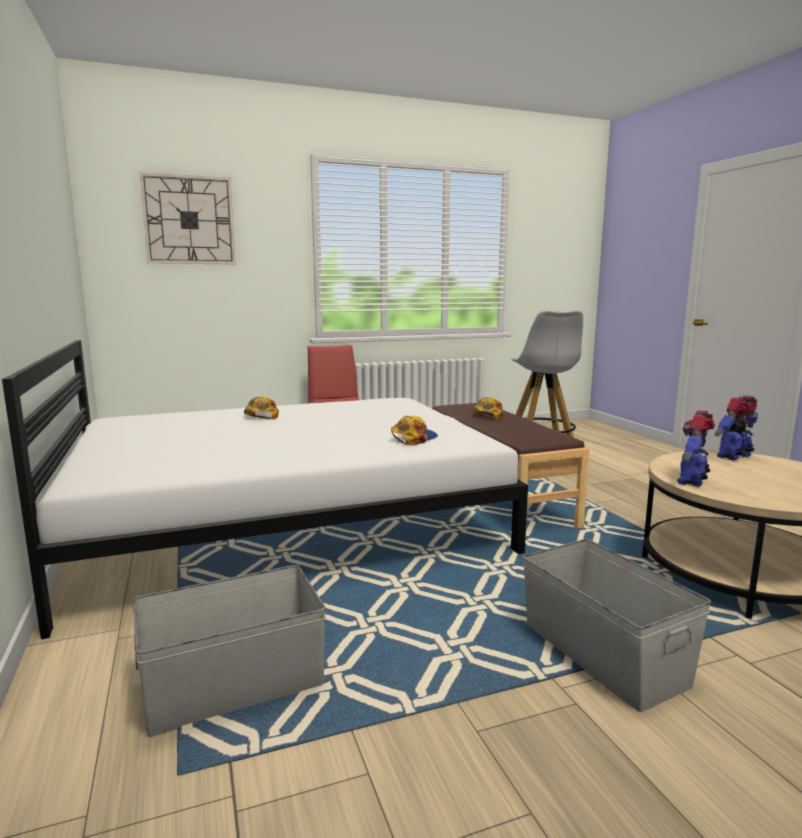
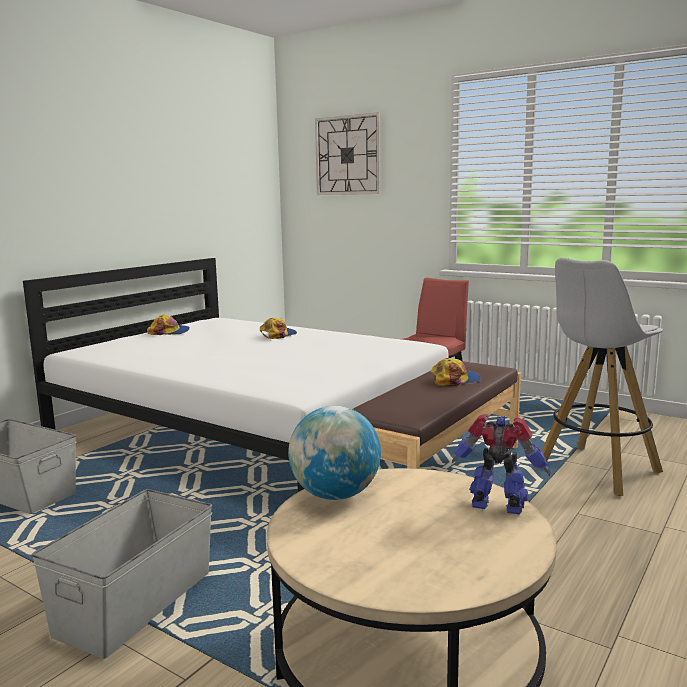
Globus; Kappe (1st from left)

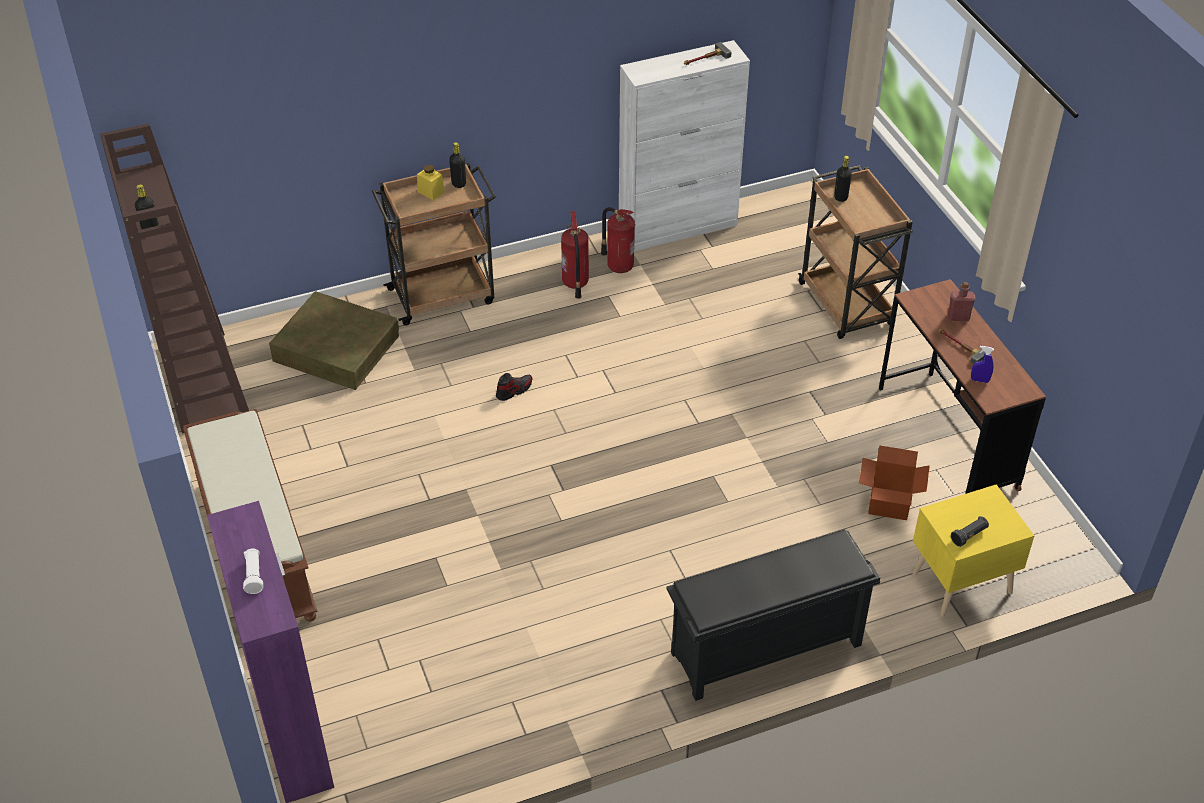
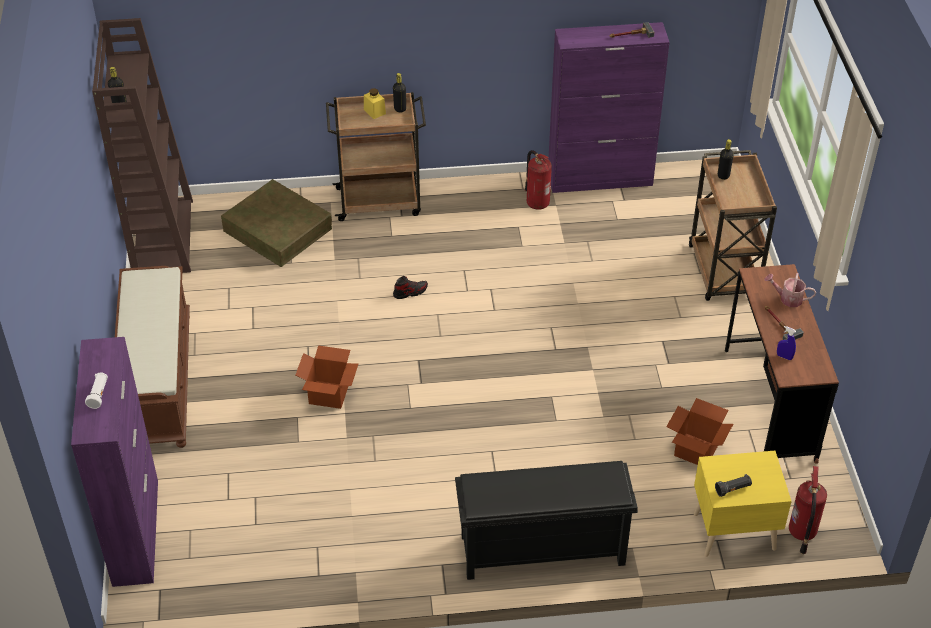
Schrank (lila) (2nd from left); Feuerlöscher (2nd from left); Gießkanne; Karton (1st from left)

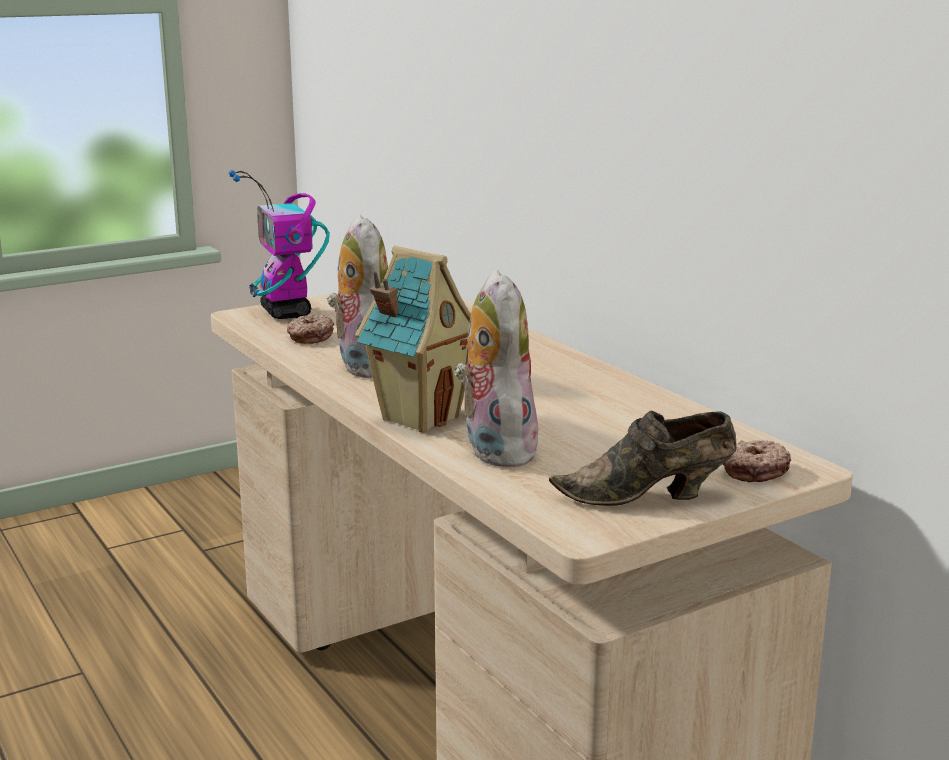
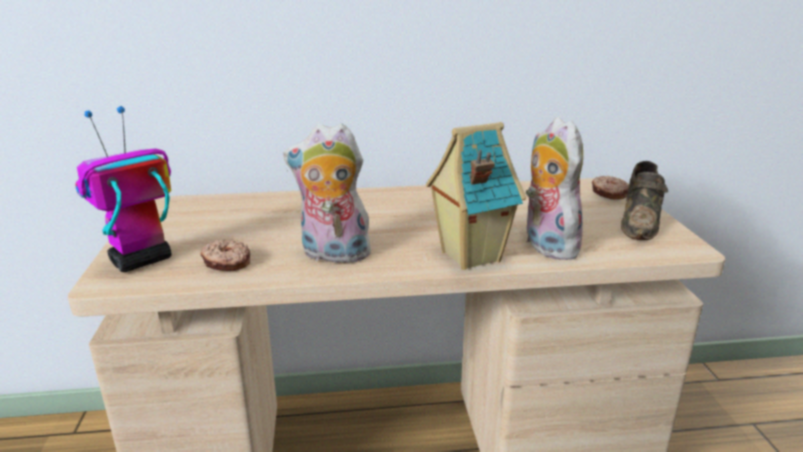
Spielzeugroboter; Plüschtier (2nd from left)

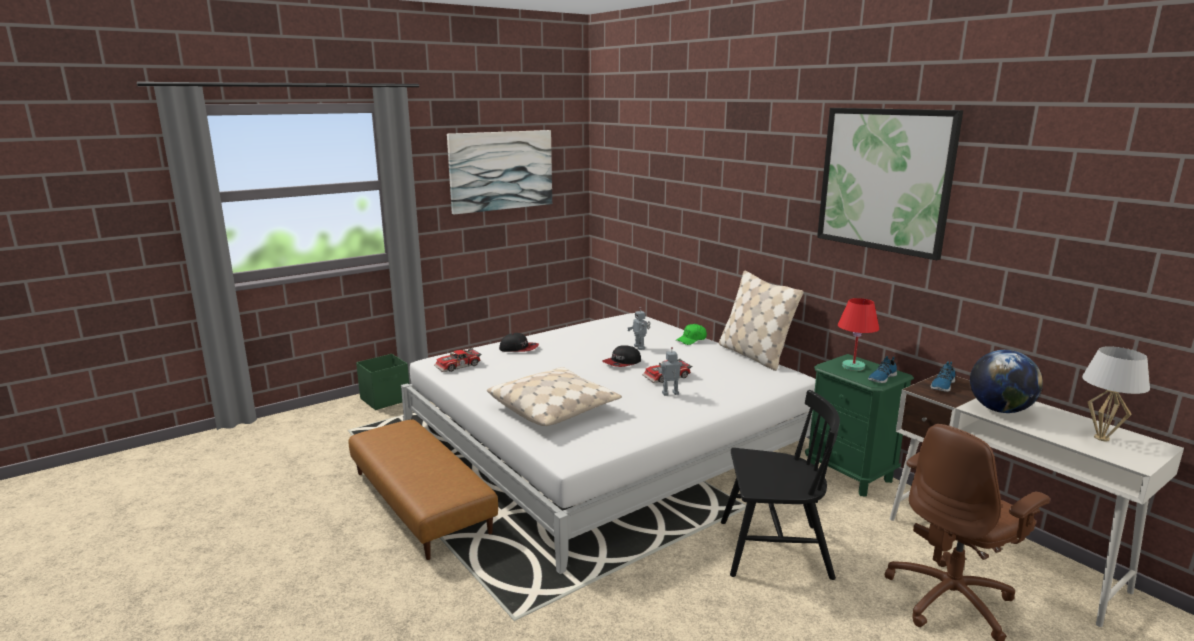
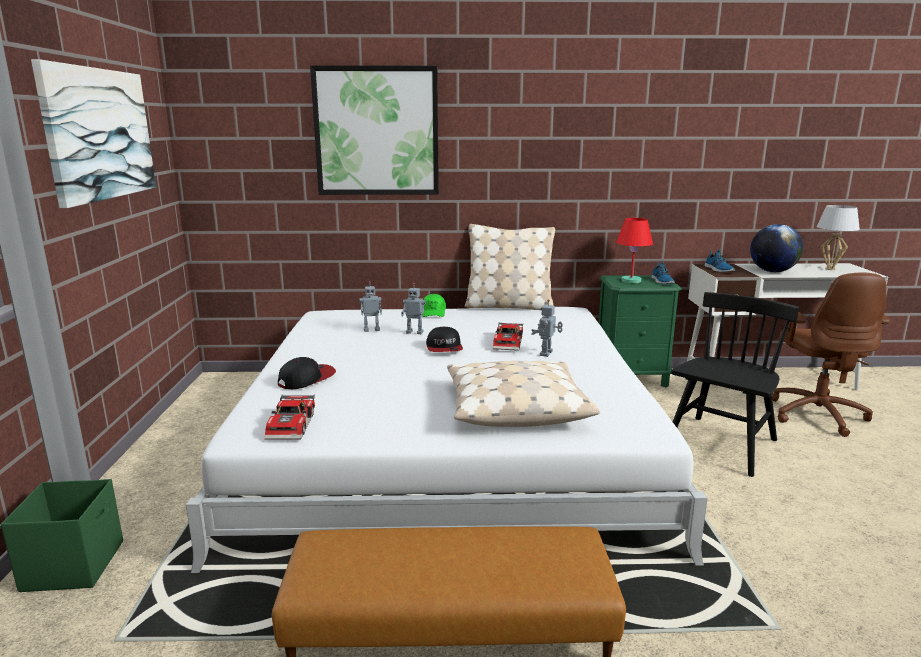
Bild (2nd from left); Spielzeugroboter (1st from left)

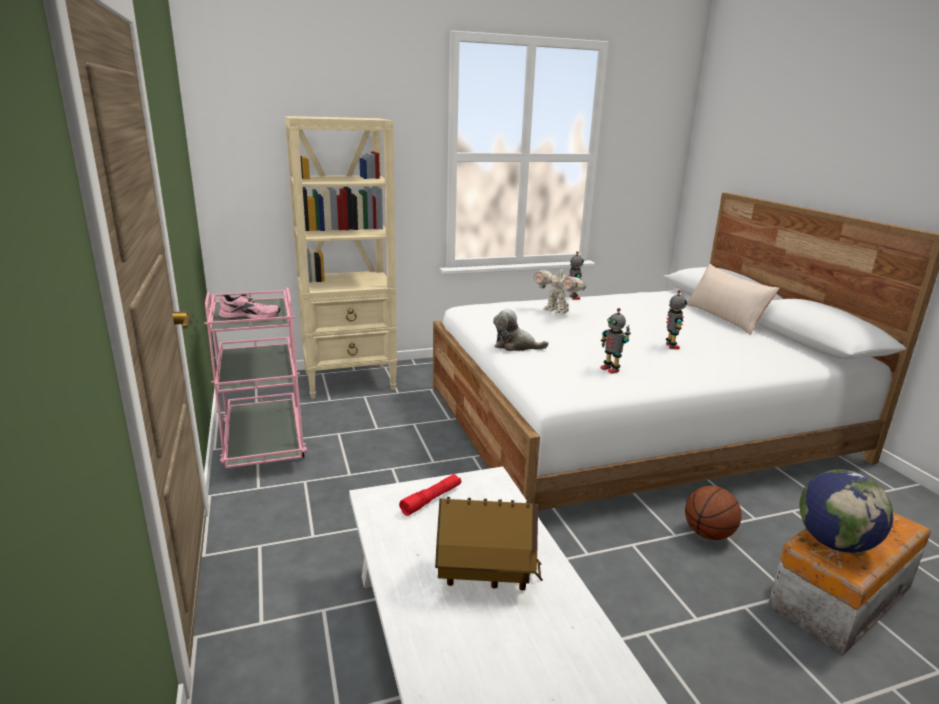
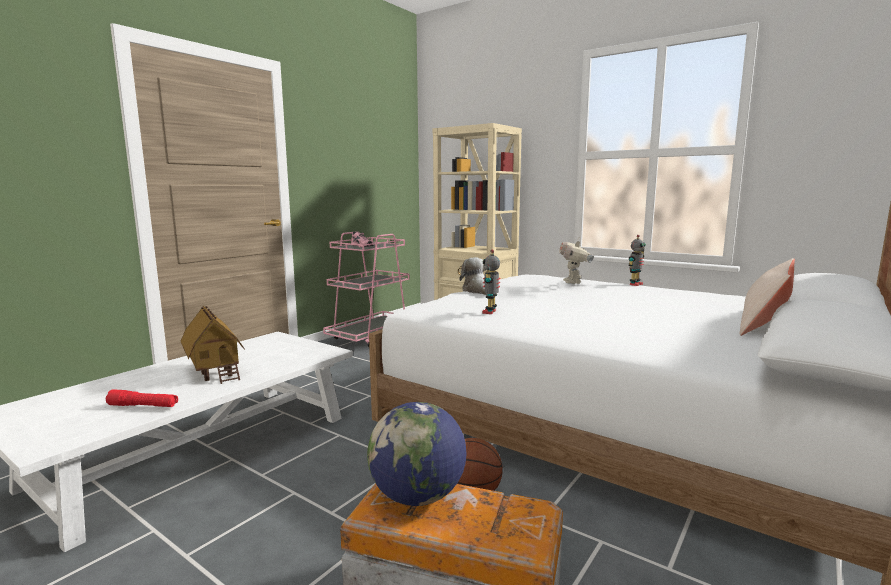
Spielzeugroboter (4th from left in the first image); Taschenlampe (rot)

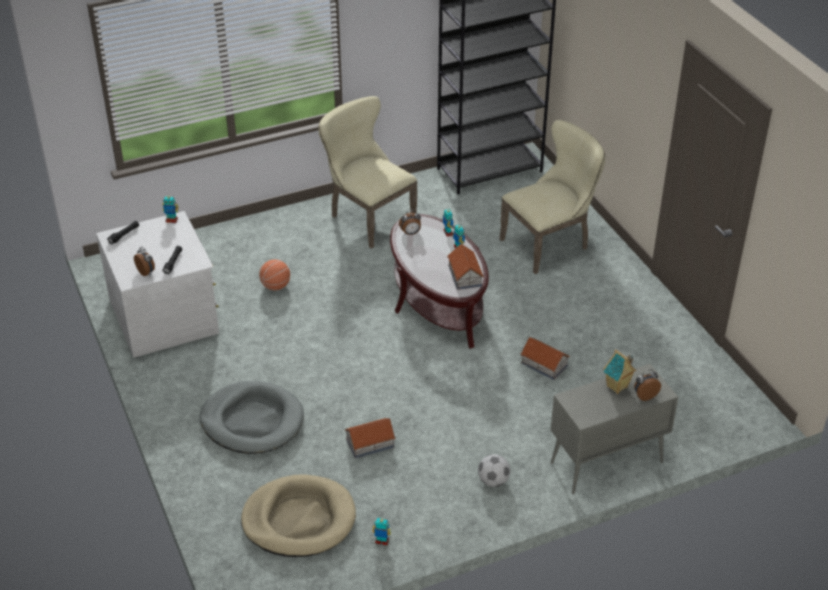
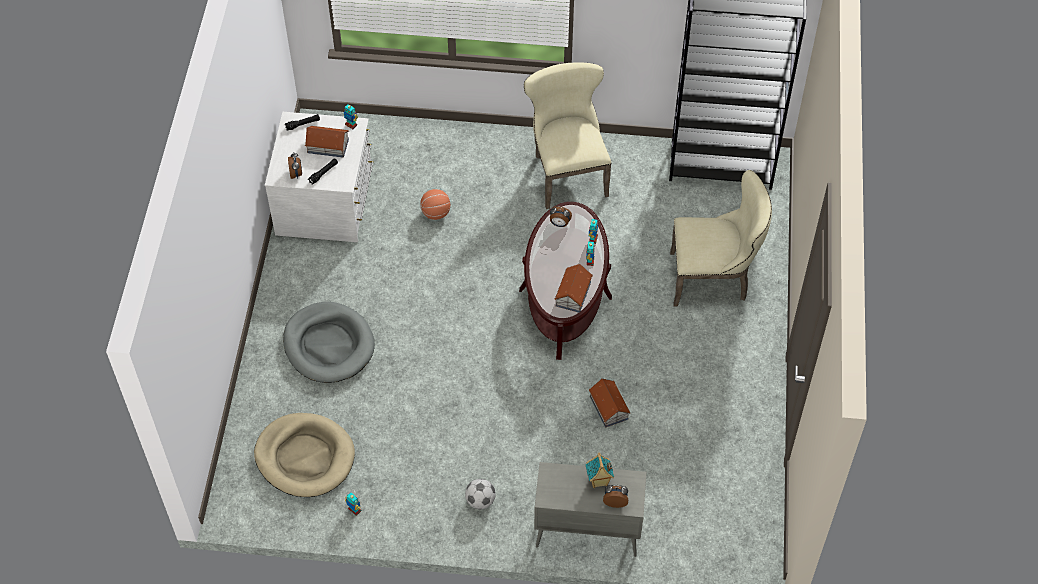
Spielzeughaus (1st from left)

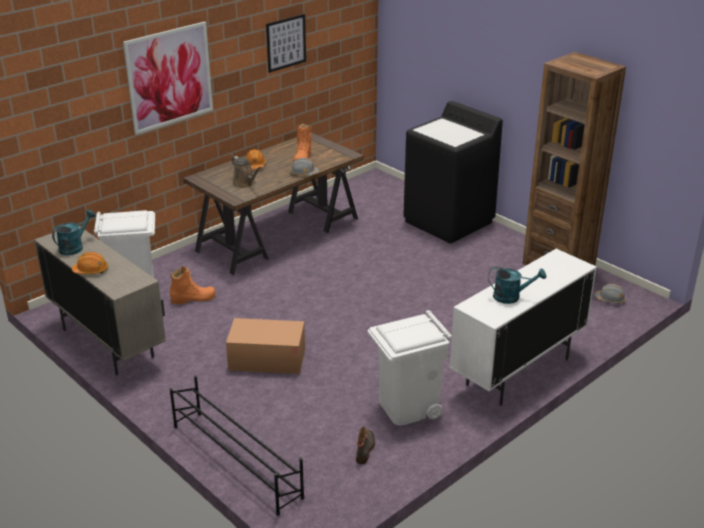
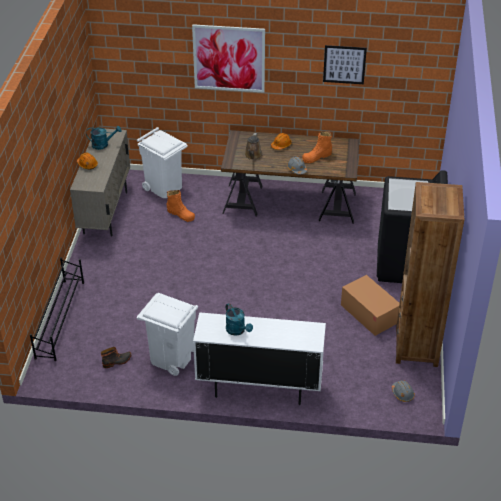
Karton

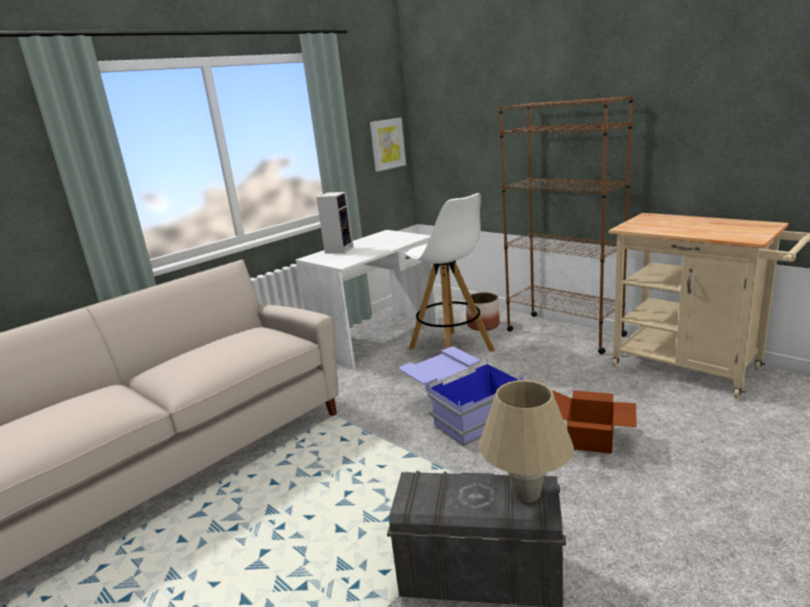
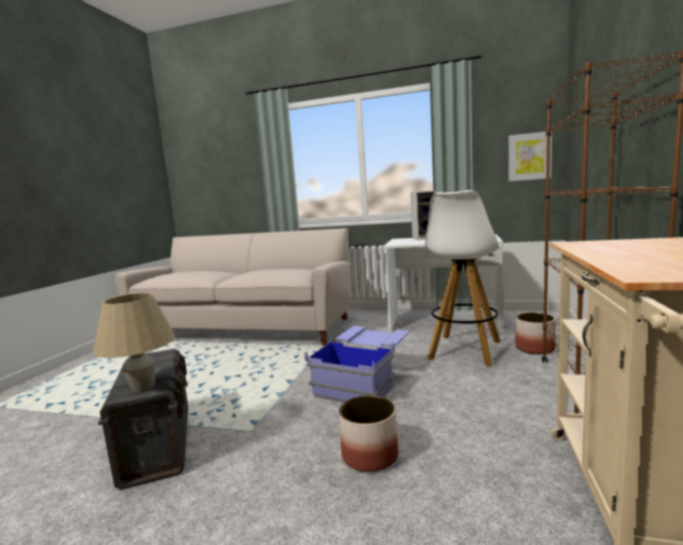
Pflanzkübel (1st from left)

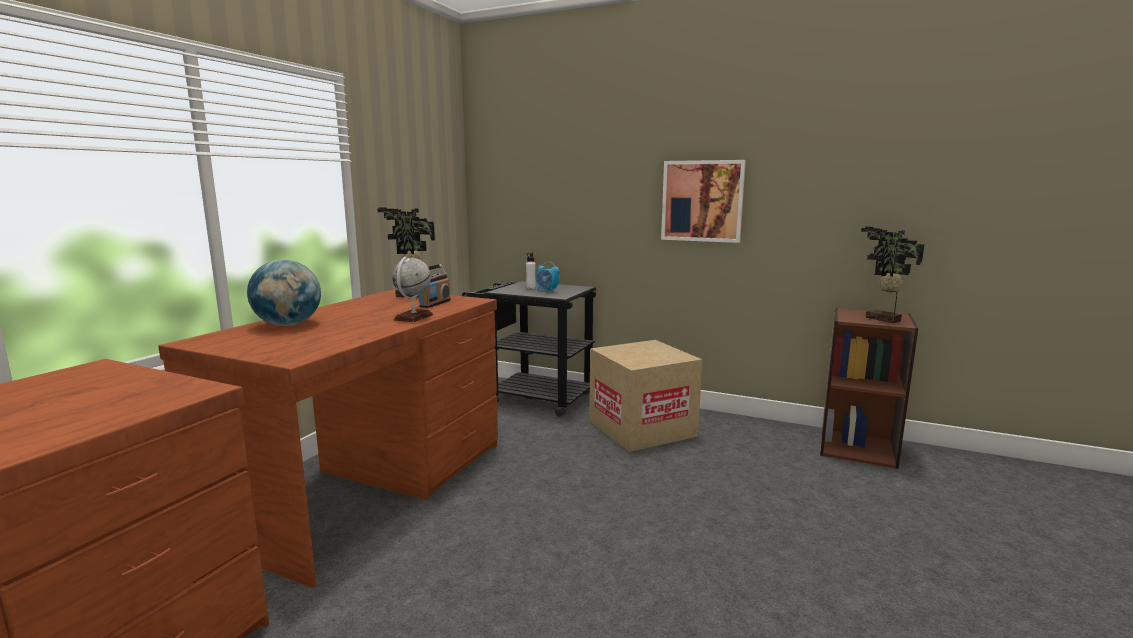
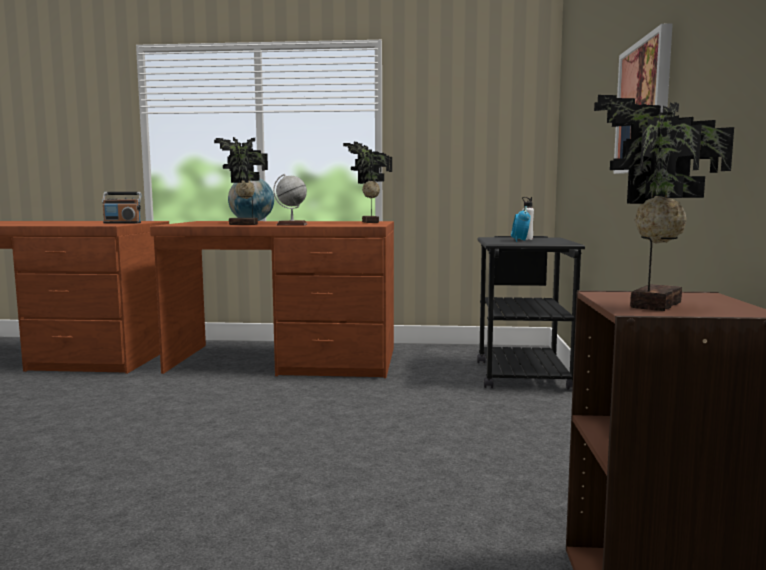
Radio; Karton; Topfpflanze (1st from left)

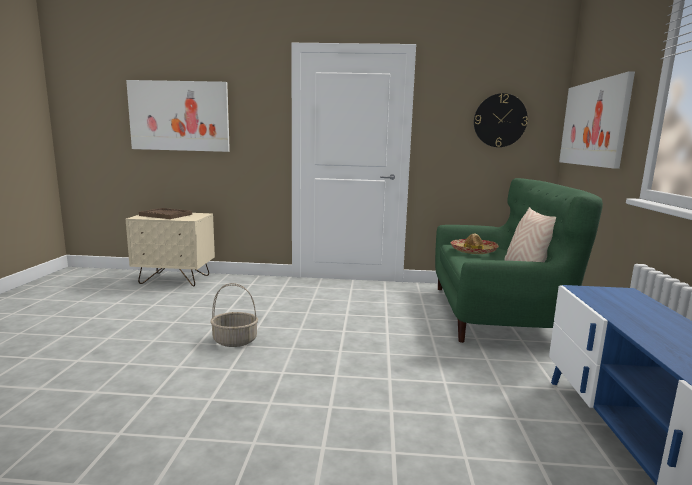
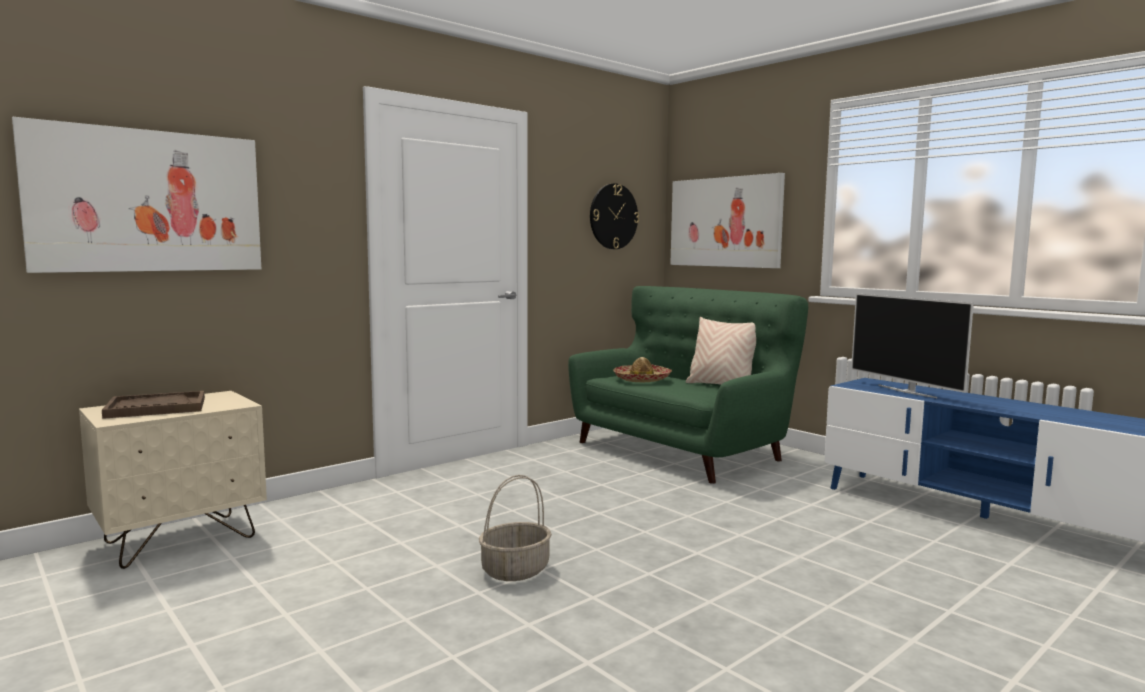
Fernseher

